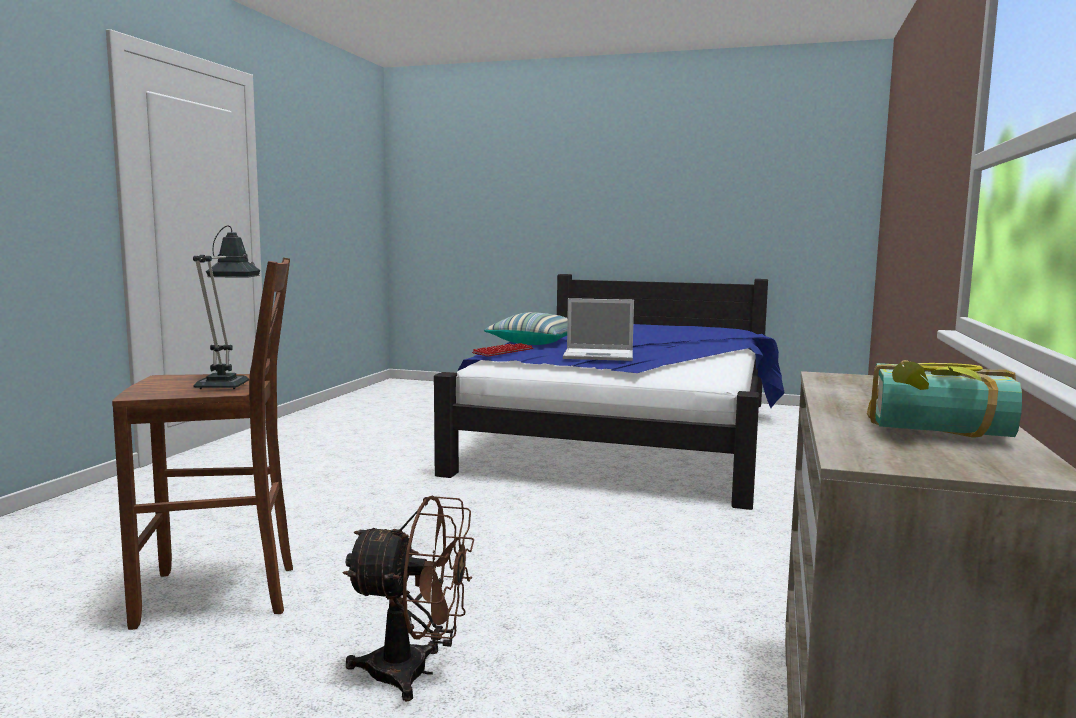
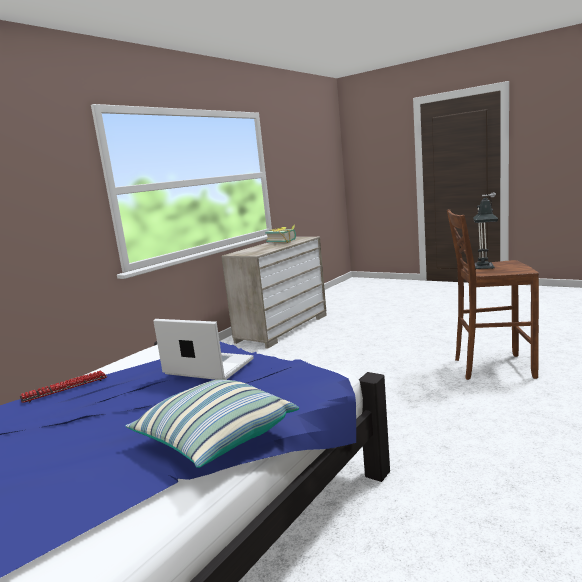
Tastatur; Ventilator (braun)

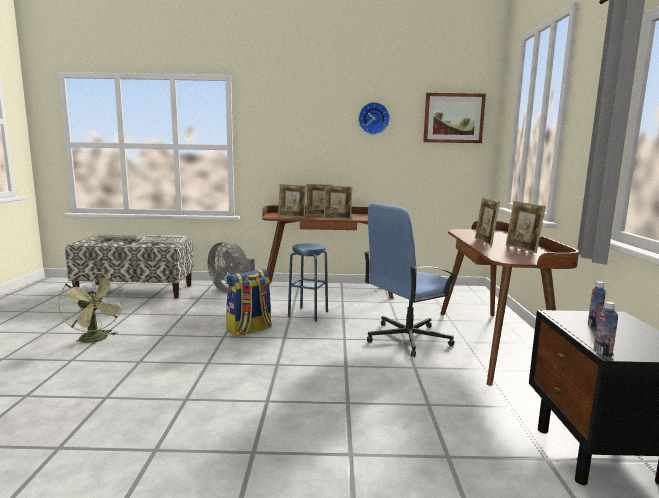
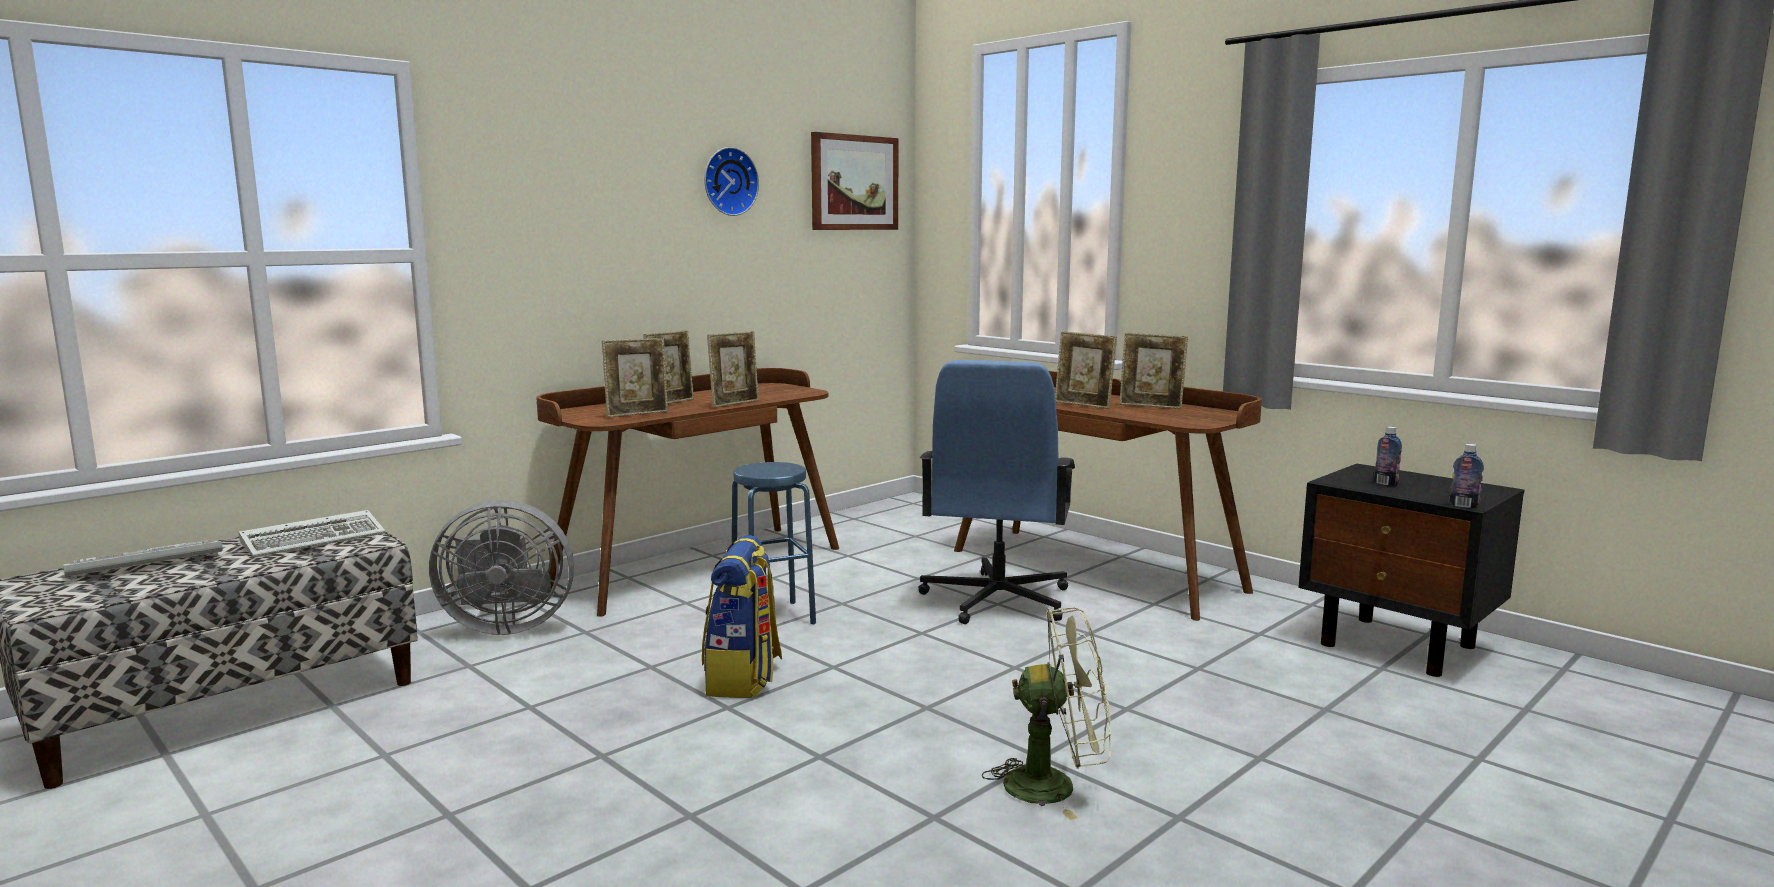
Ventilator (grün)

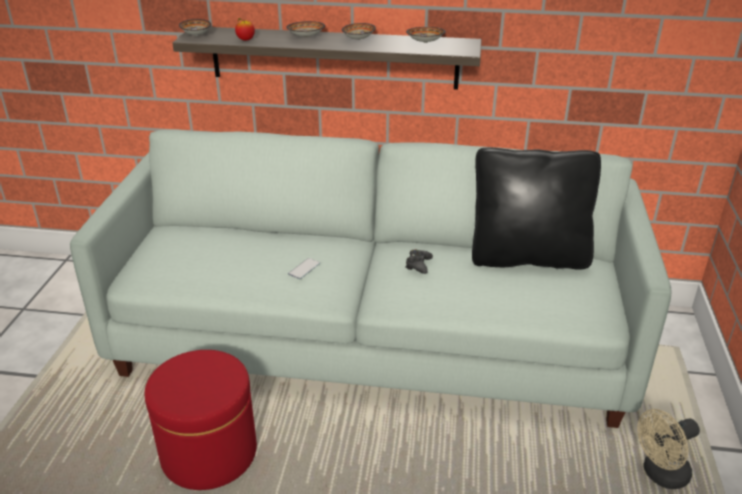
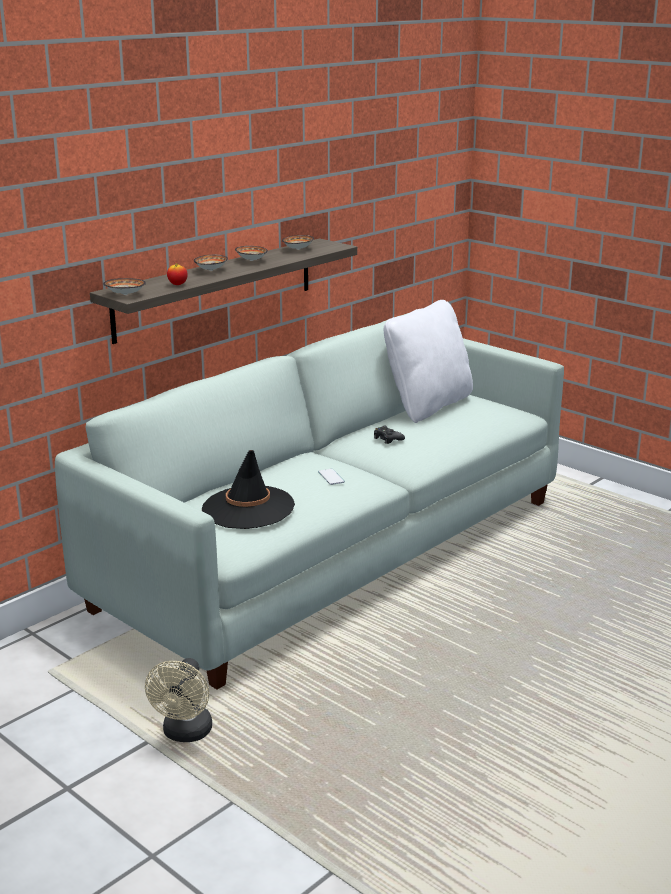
Kissen (weiß); Polsterhocker (rot); Ventilator (beige); Hut (schwarz)

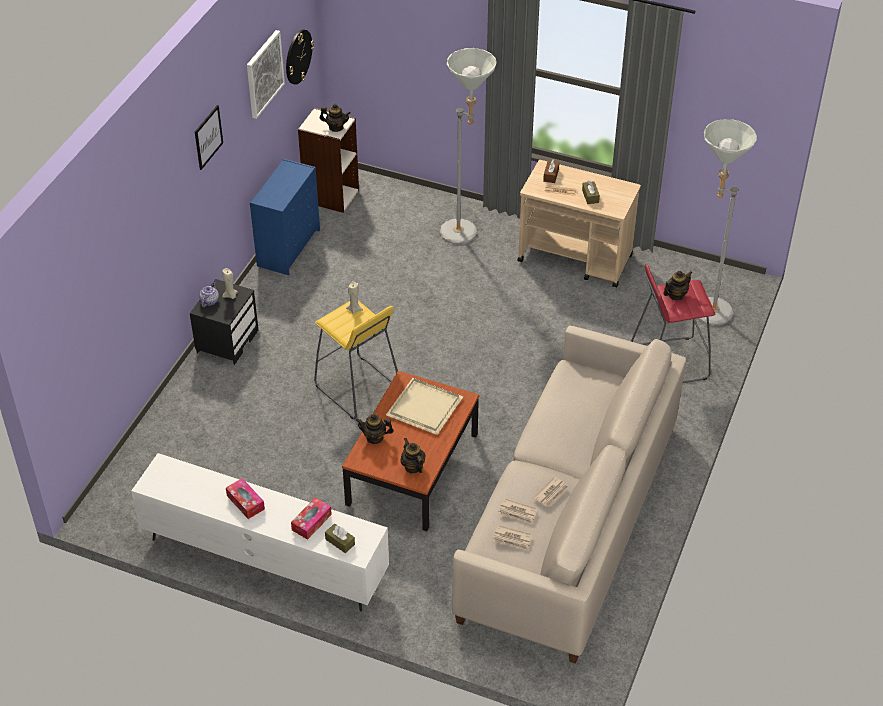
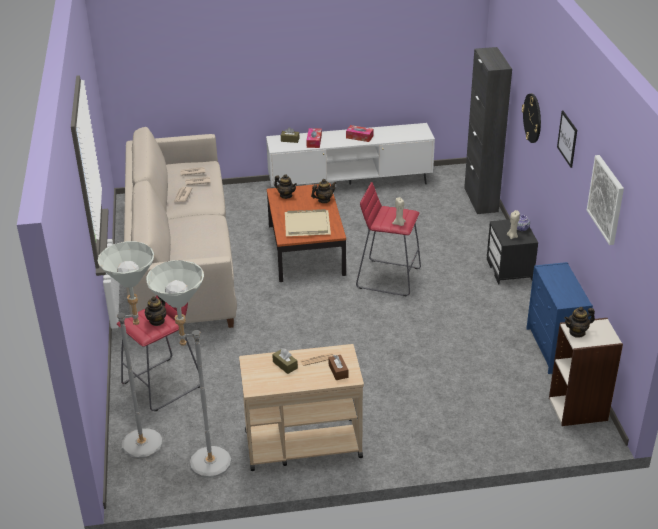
Wanduhr; Stehlampe (grau) (2nd from left); Hocker (rot) (2nd from left); Schrank (schwarz)

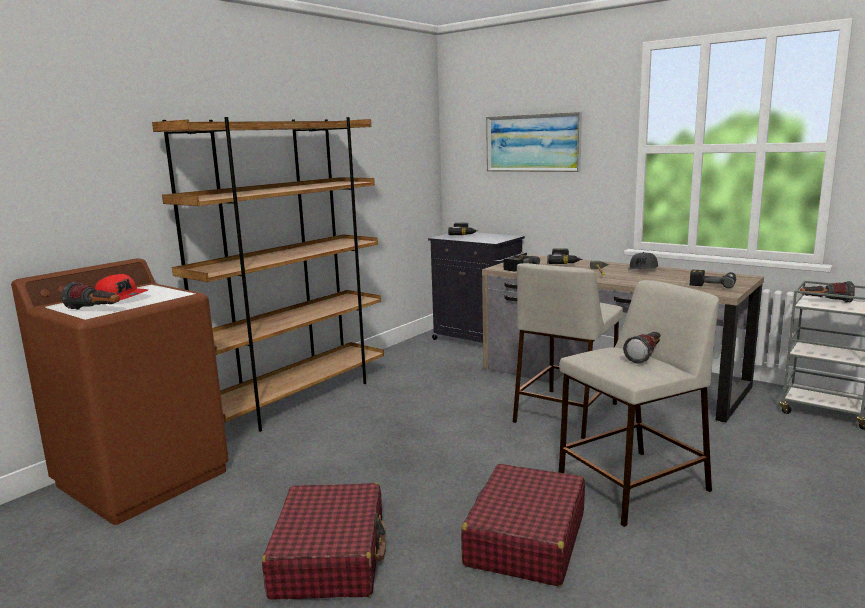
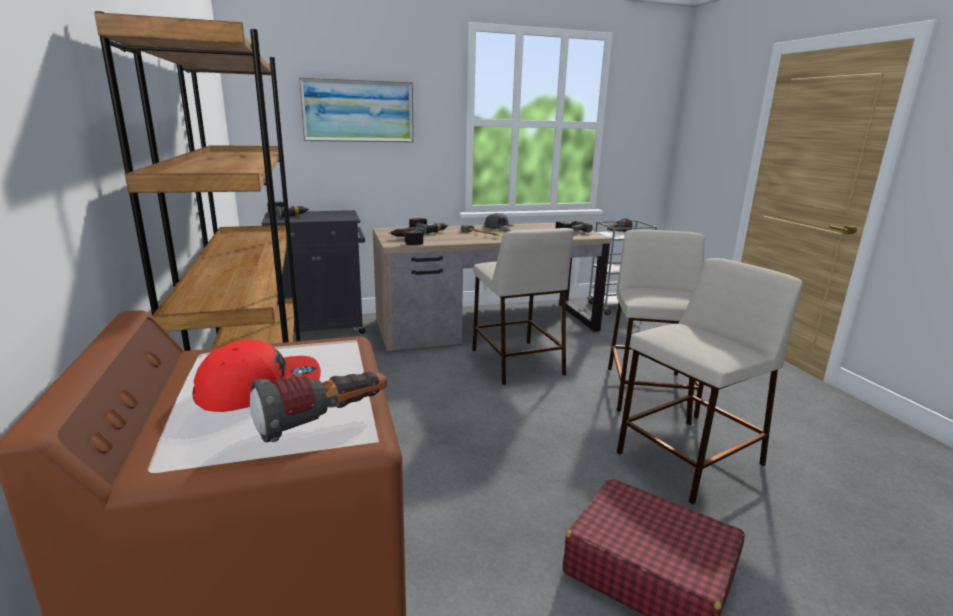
Taschenlampe (2nd from left in the first image); Hocker (beige) (3rd from left)

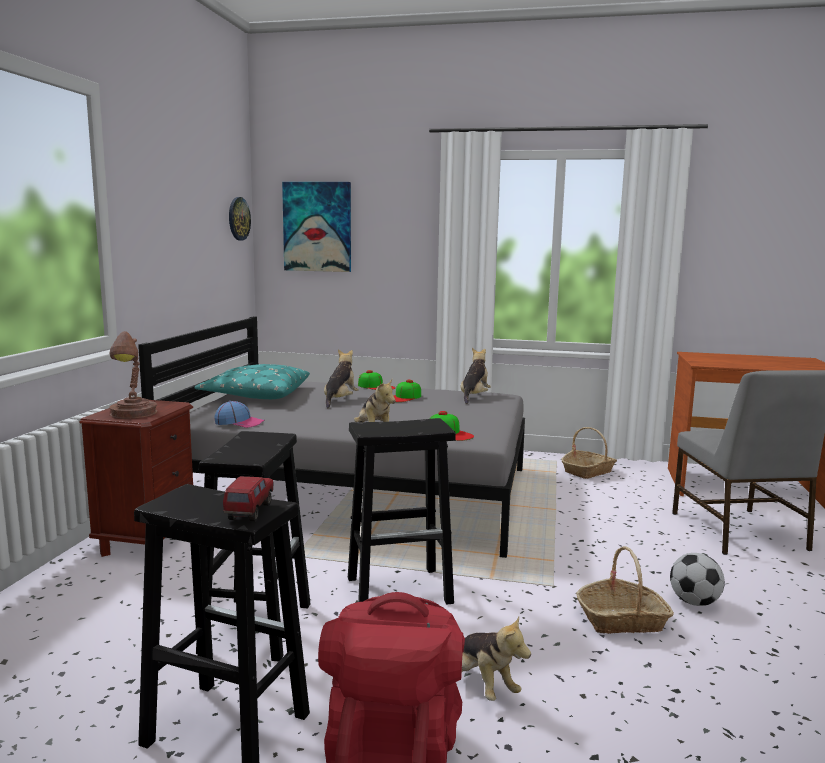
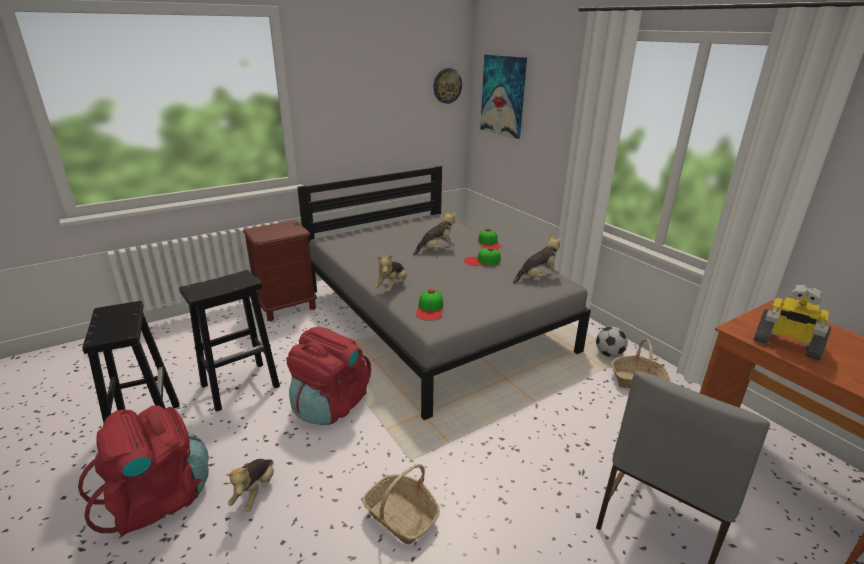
Tischlampe (braun); Kissen (türkis); Kappe (1st from left in the first image); Rucksack (rot) (2nd from left); Spielzeuglaster; Fußball; Spielzeugroboter

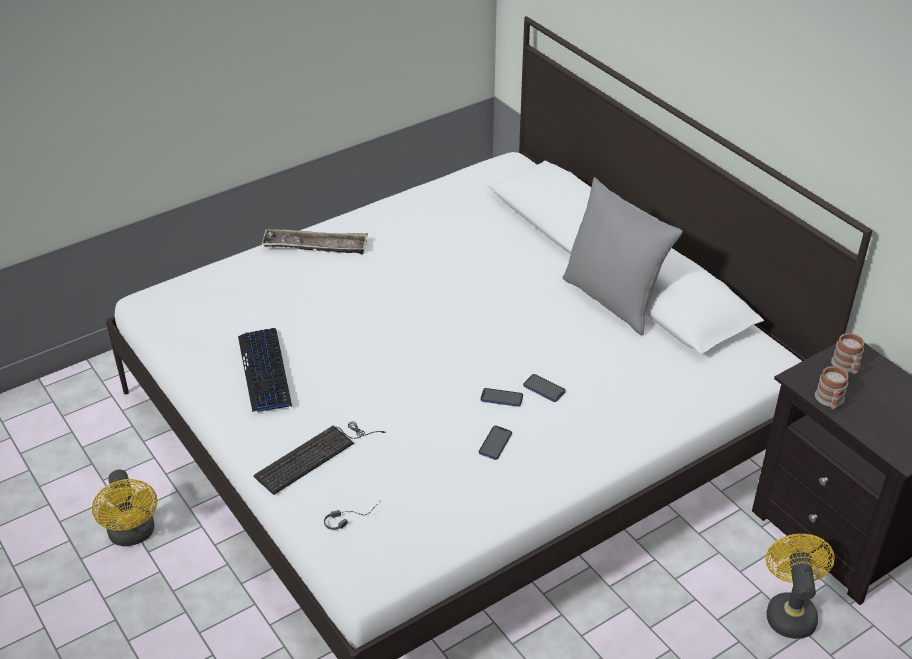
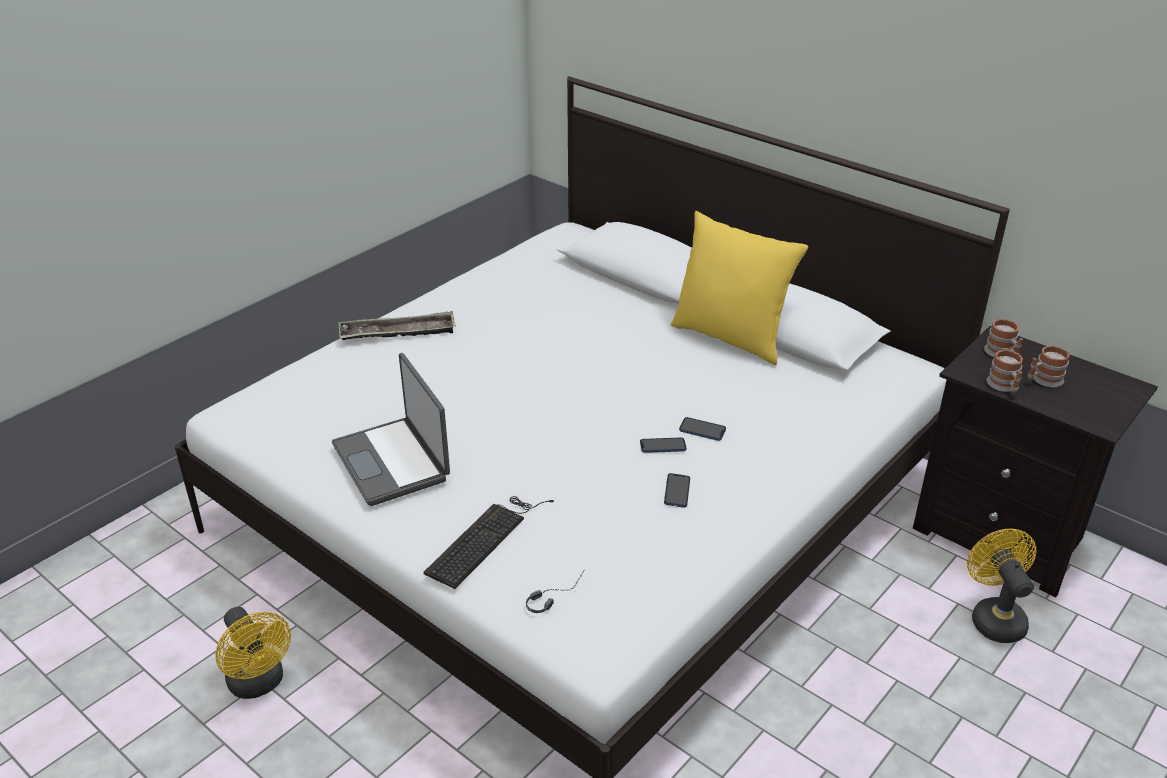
Kissen (gelb); Laptop; Henkelbecher (3rd from left)

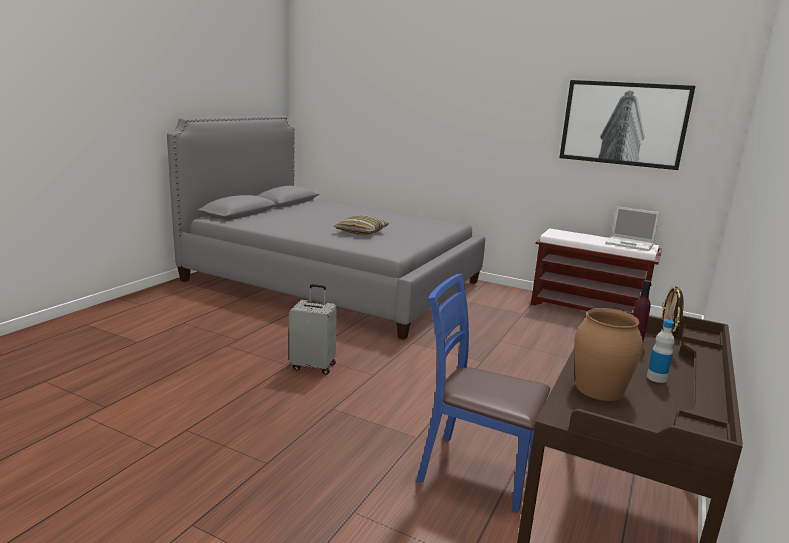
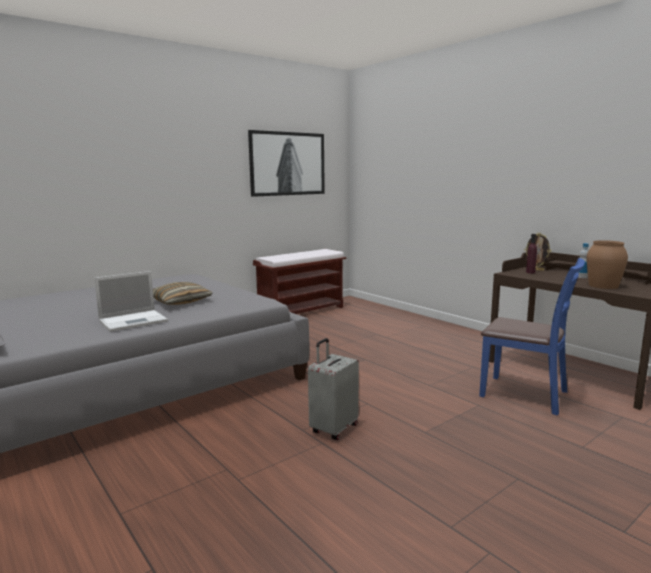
Laptop; Stuhl (blau)

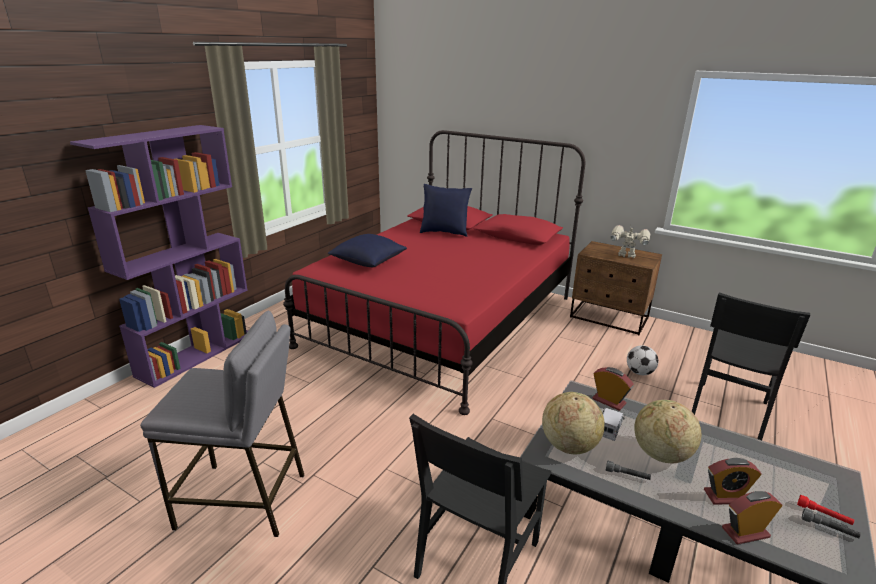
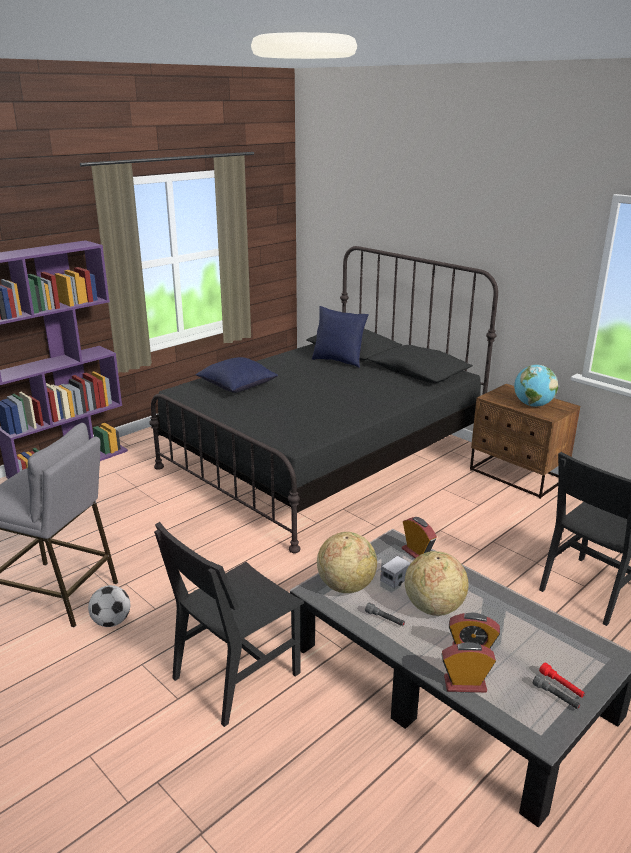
Bett (schwarz); Globus (3rd from left); Fußball

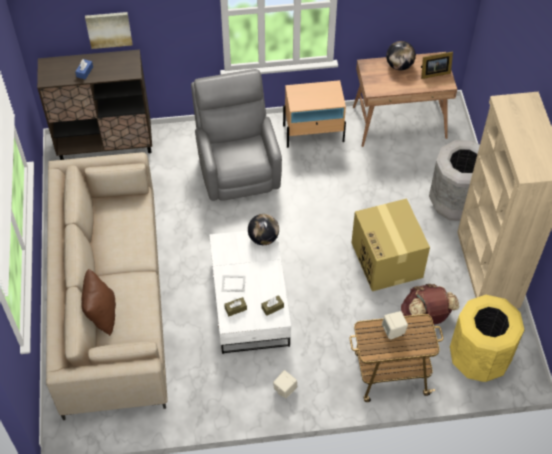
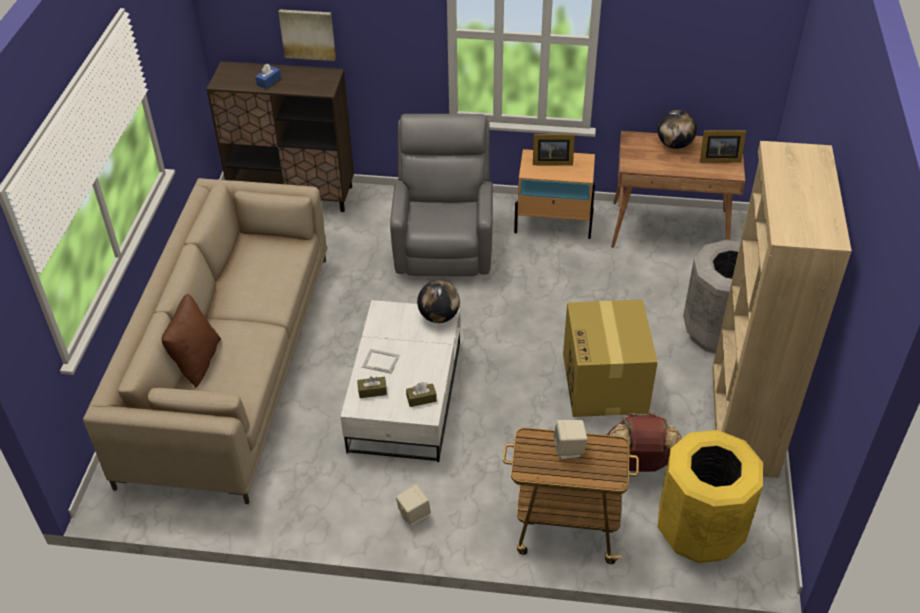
Bilderrahmen (2nd from left)

